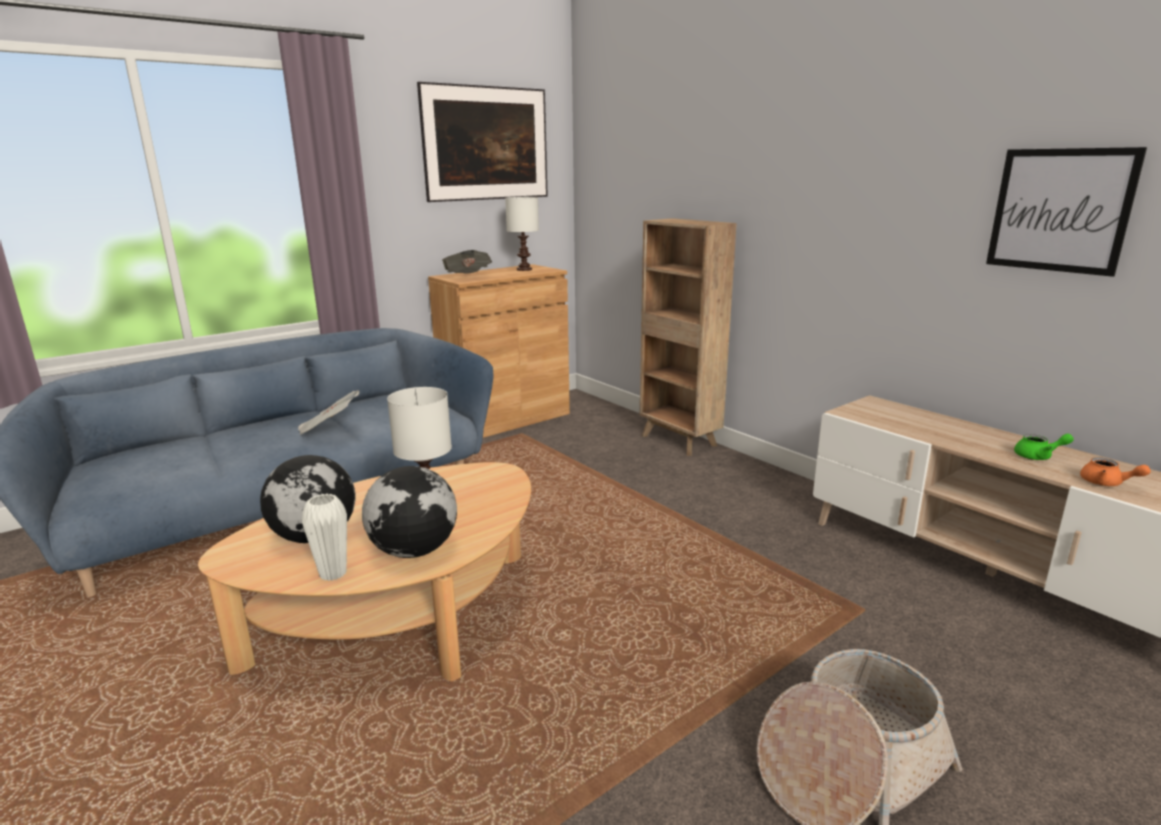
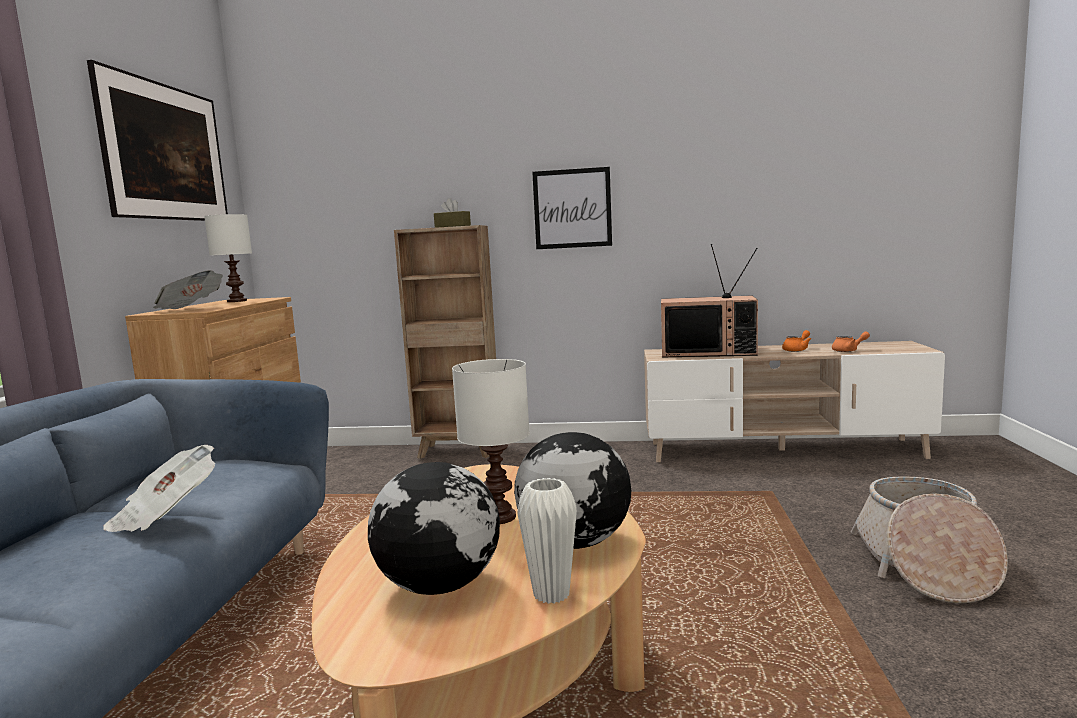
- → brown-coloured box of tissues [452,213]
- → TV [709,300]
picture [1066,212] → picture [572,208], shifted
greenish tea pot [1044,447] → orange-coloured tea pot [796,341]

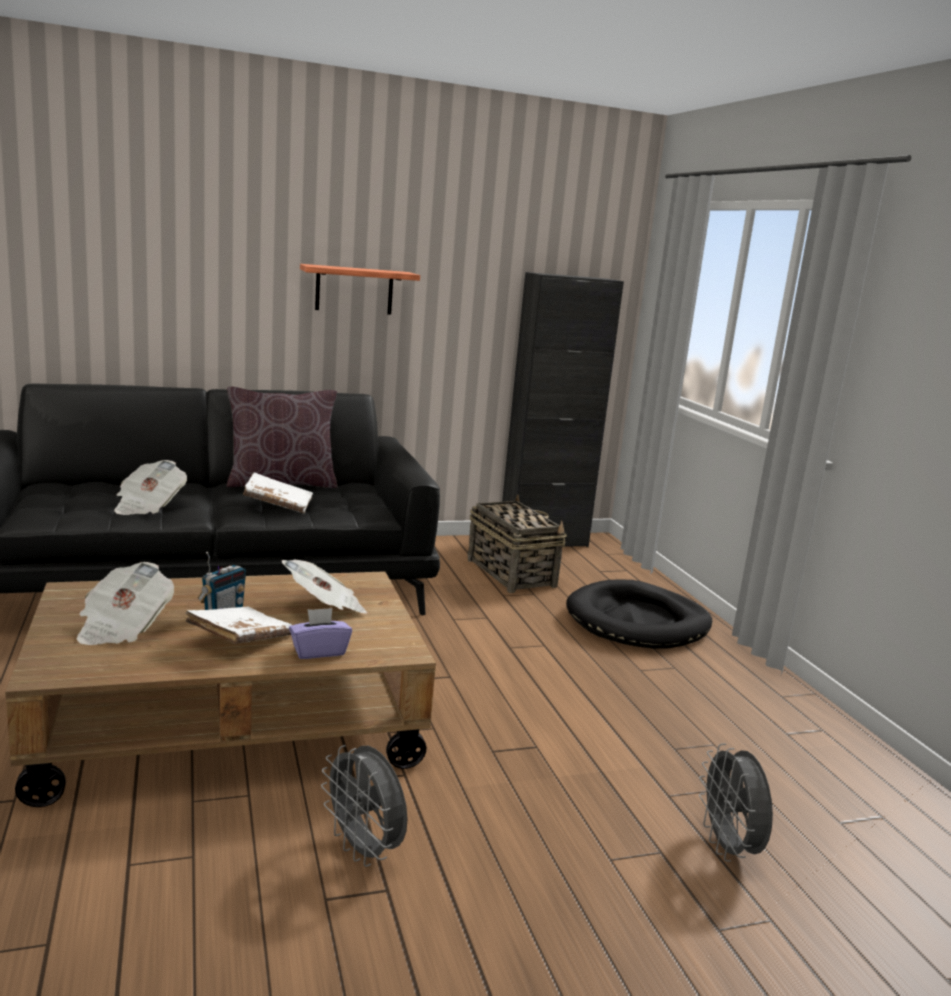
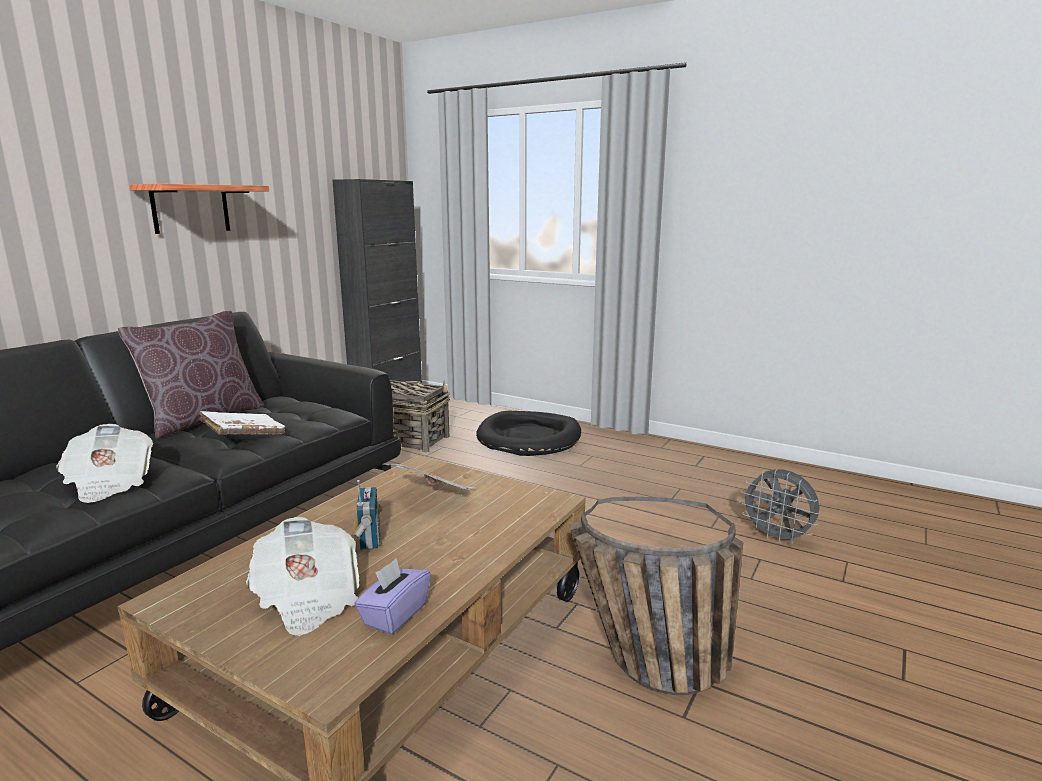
white-coloured bound book [238,625] → -
purple box of tissues [320,633] → purple box of tissues [392,596], shifted
gray cooling fan [364,806] → storage basket [656,596]

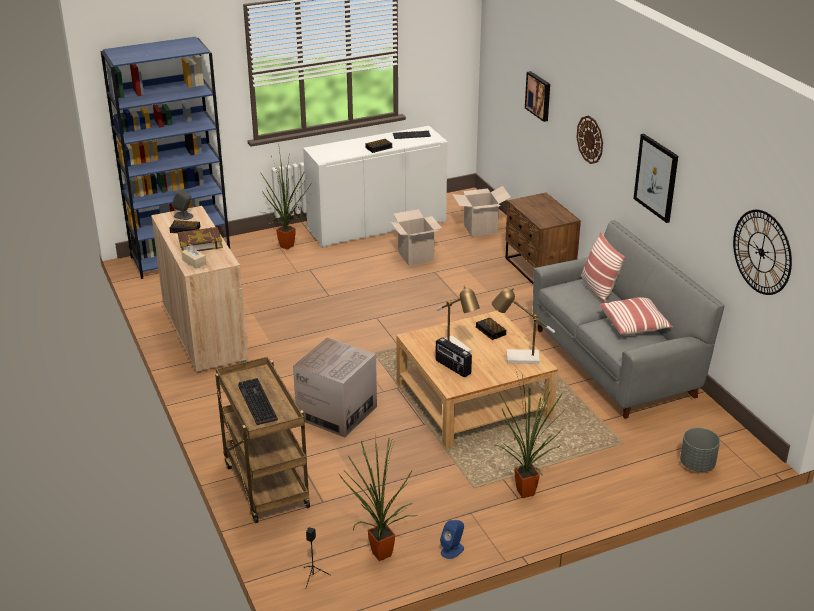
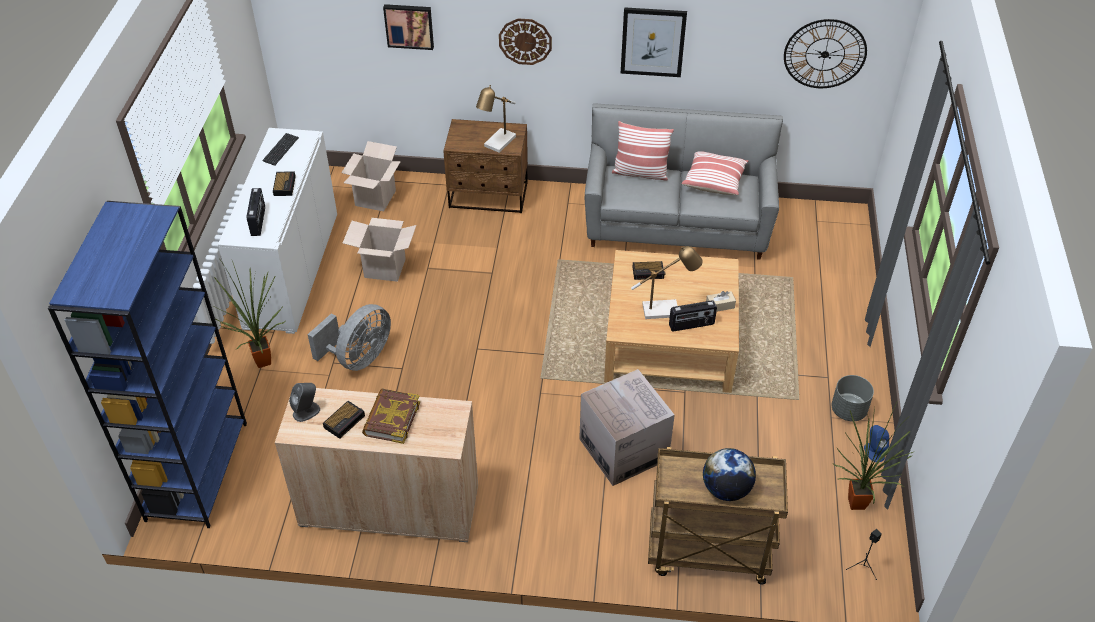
houseplant [528,435] → -
- → radio [255,212]
- → gray cooling fan [349,337]
sand-coloured box of tissues [194,257] → sand-coloured box of tissues [721,301], shifted
lamp for a table [523,326] → lamp for a table [496,119], shifted
gray plant pot [700,450] → gray plant pot [852,398], shifted
keyboard [258,401] → desk globe [729,474]

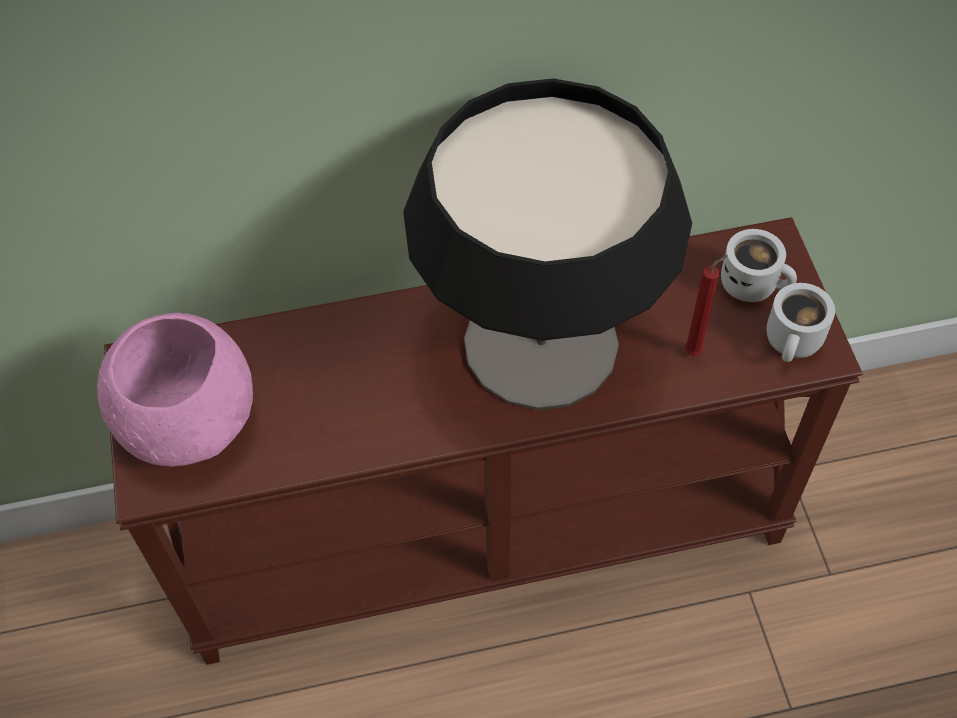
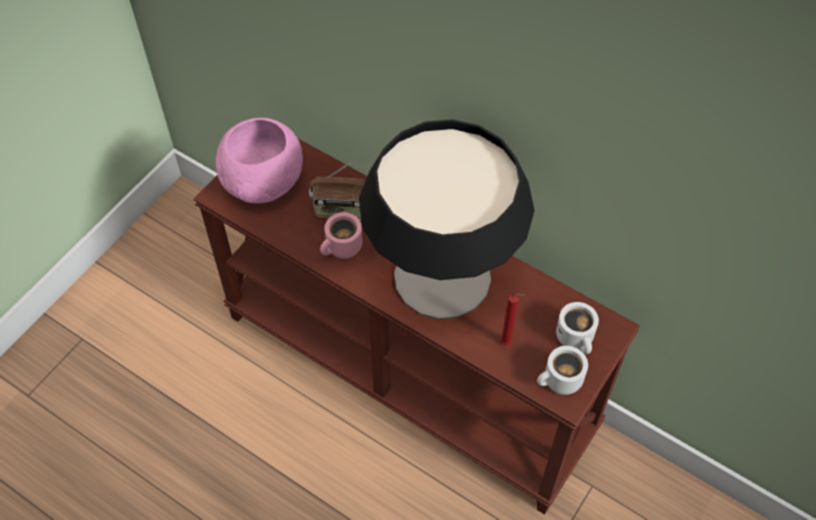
- → radio [337,191]
- → pink-coloured tea mug [341,235]

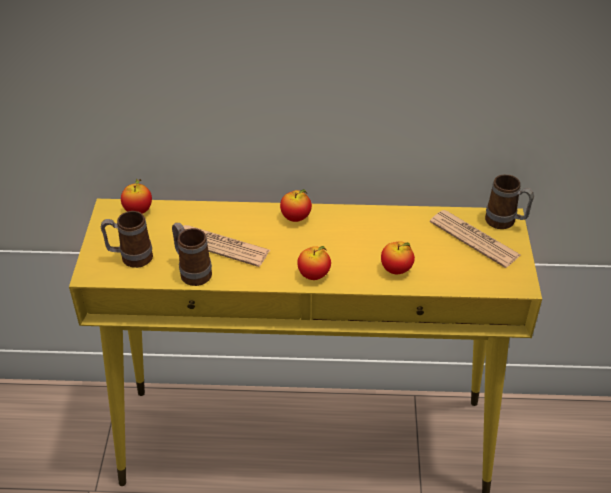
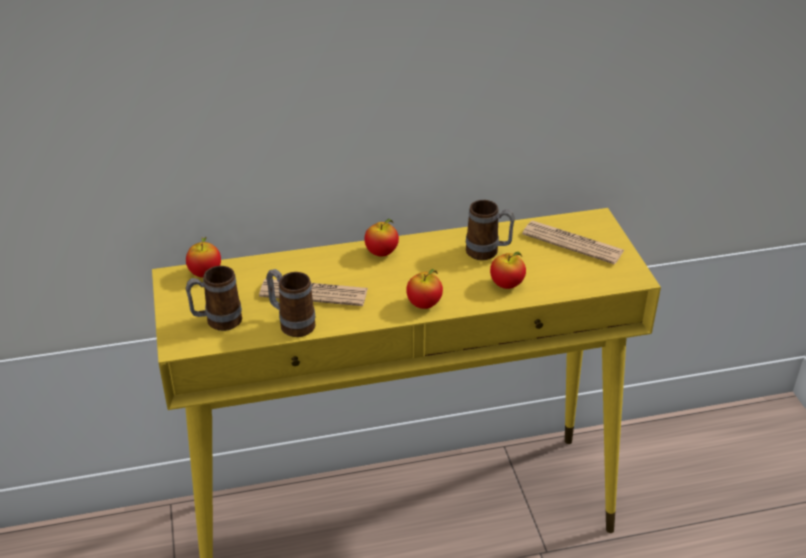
tea mug [509,201] → tea mug [490,230], shifted

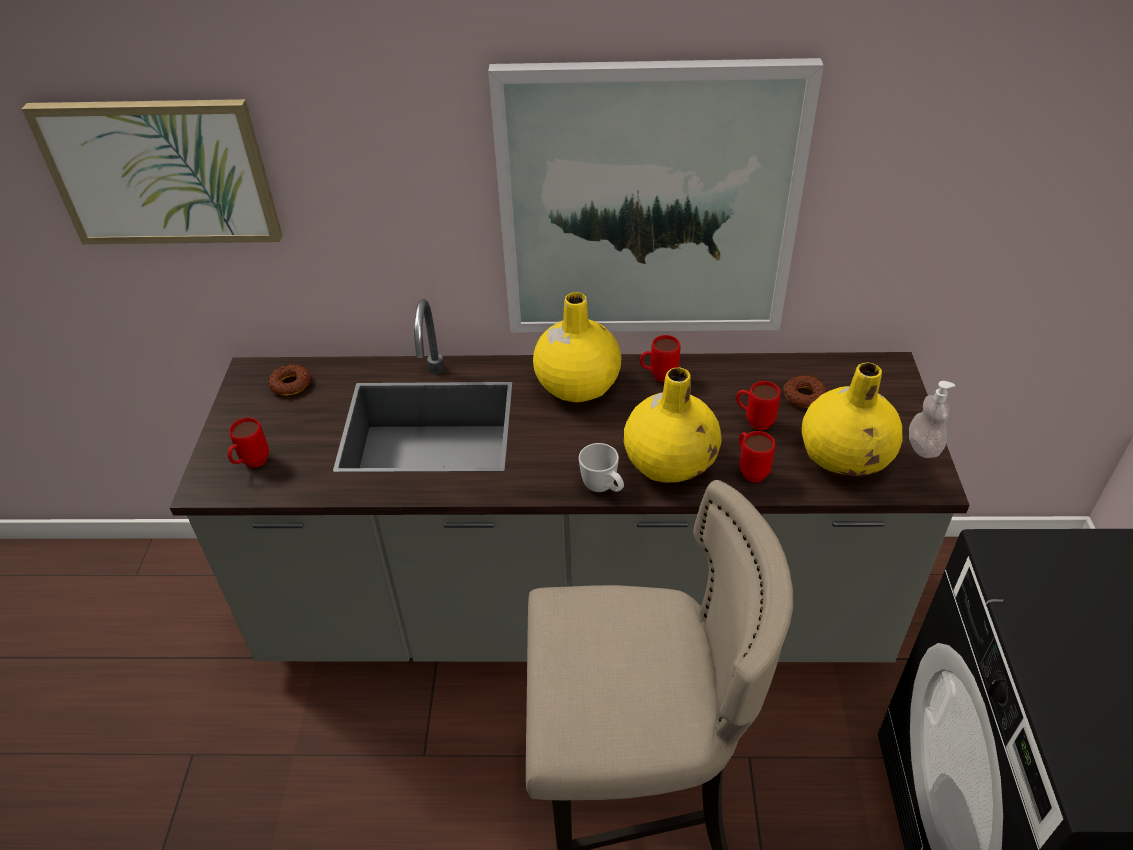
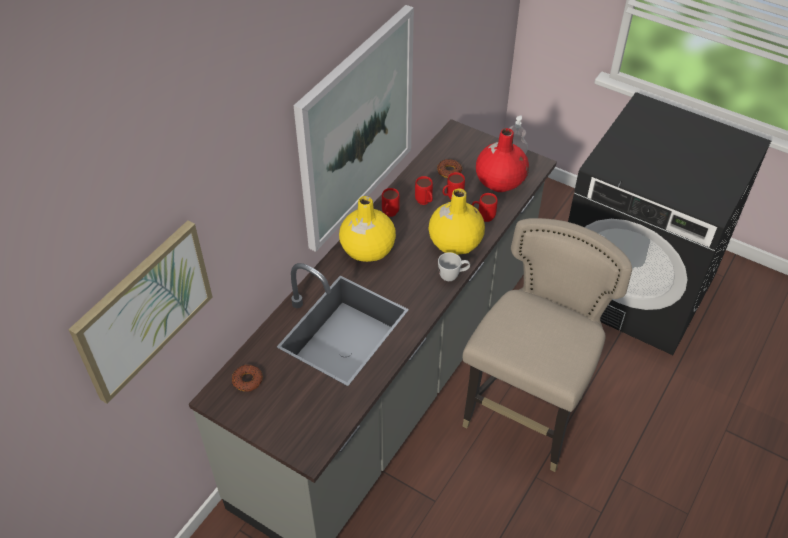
red tea mug [248,443] → red tea mug [424,190], shifted
yellow decorative vase [852,419] → red decorative vase [502,160]

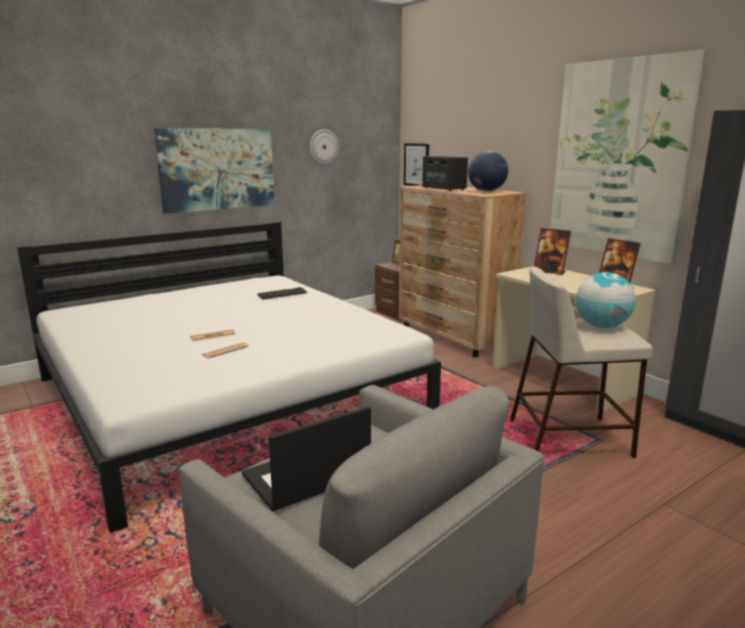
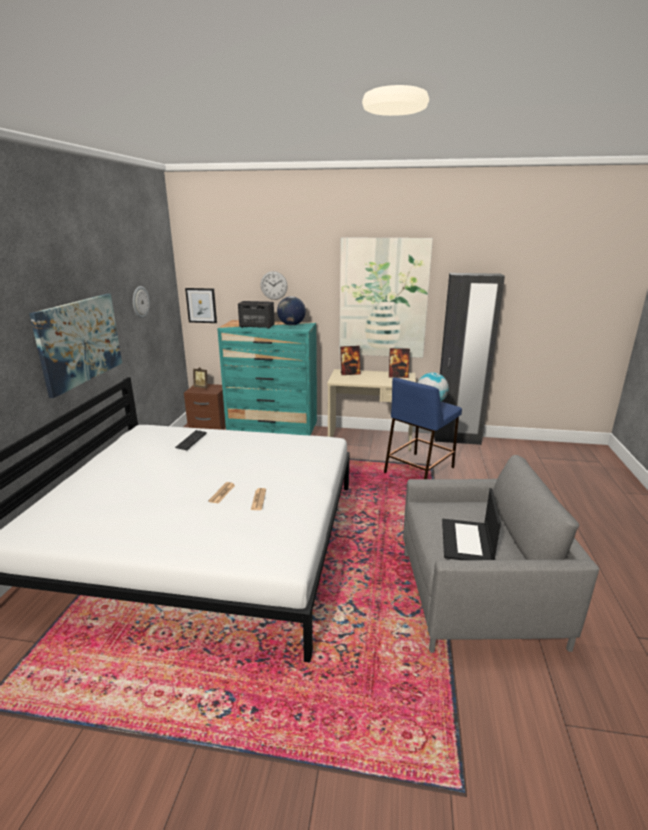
- → wall clock [274,285]
brown-coloured dresser [462,271] → blue-green dresser [267,377]
sand-coloured sitting stool [581,362] → bluish sitting stool [423,428]

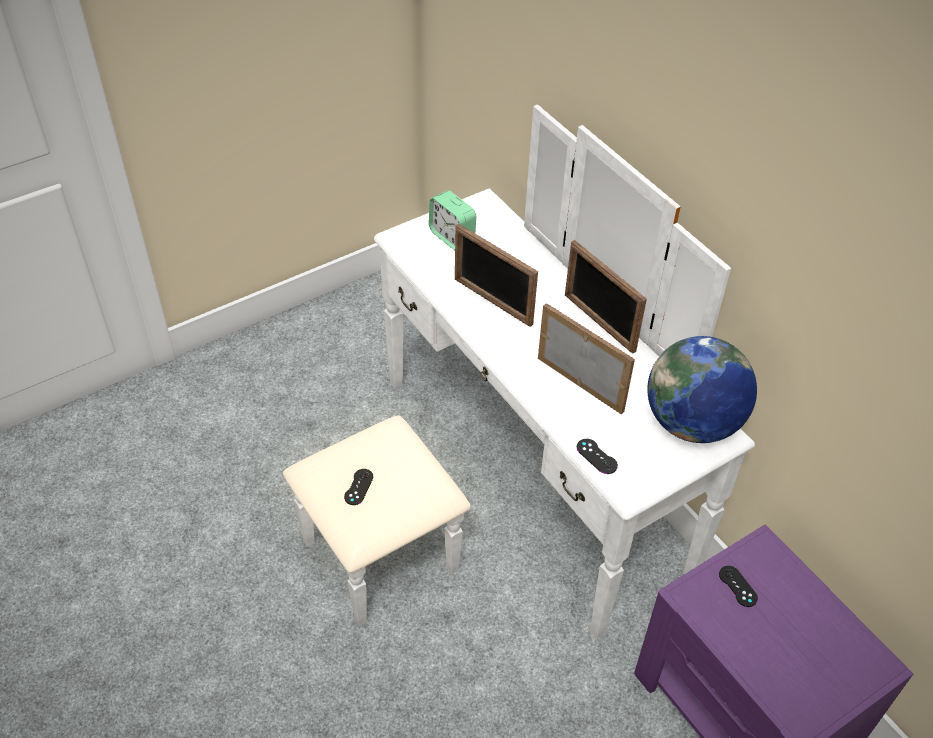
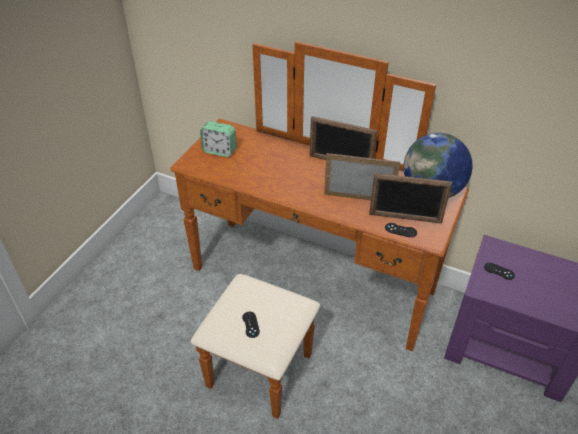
standing frame [496,275] → standing frame [410,198], shifted
white-coloured dresser [519,372] → brown-coloured dresser [319,230]

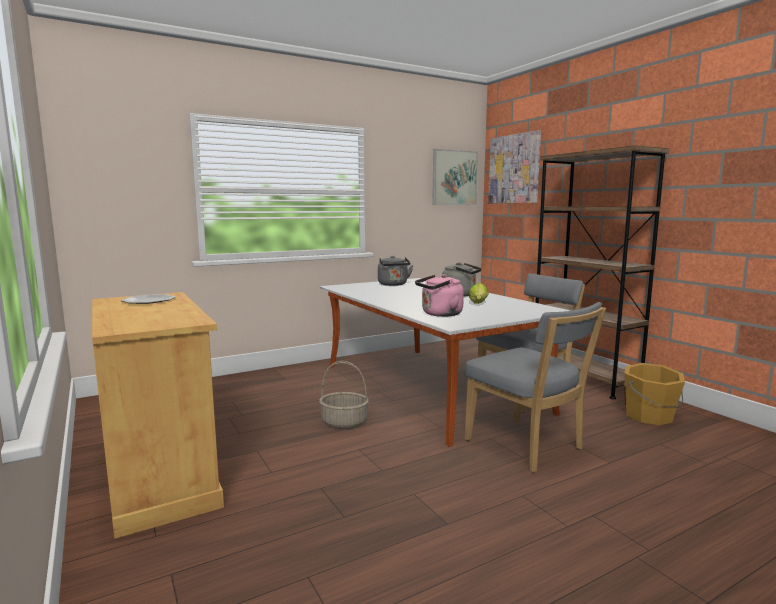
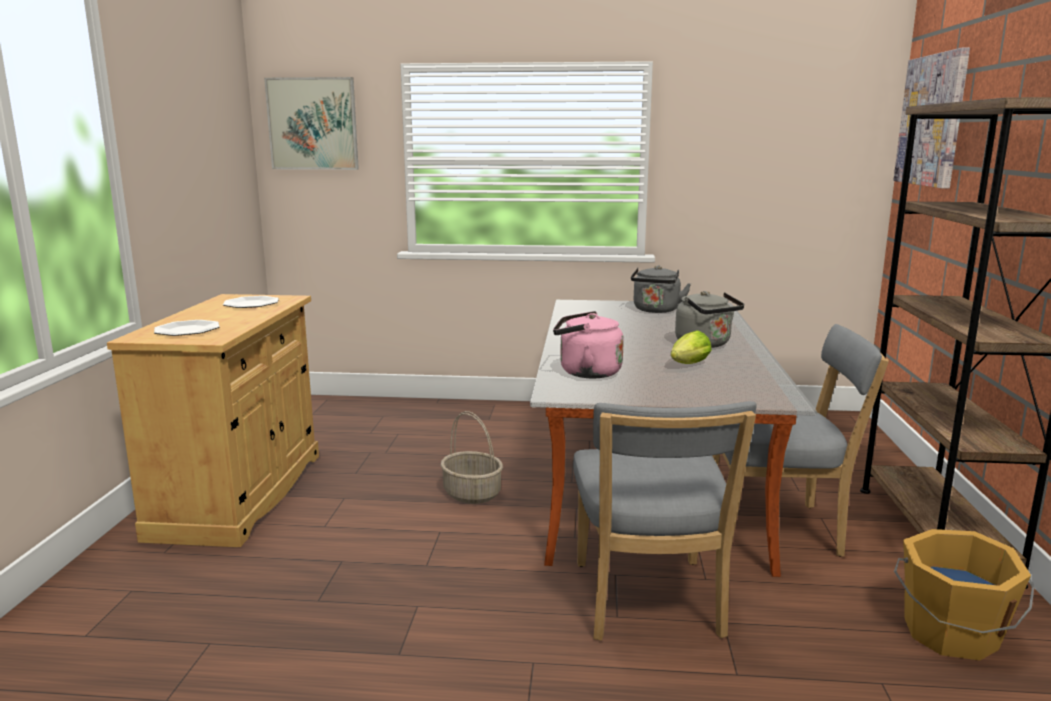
- → plate [187,328]
picture [455,177] → picture [311,123], shifted

